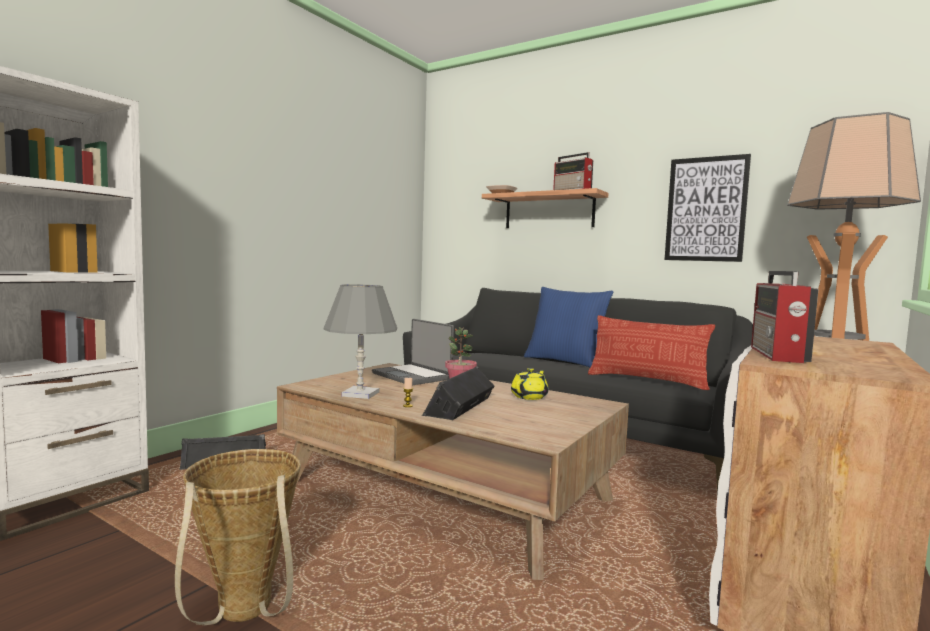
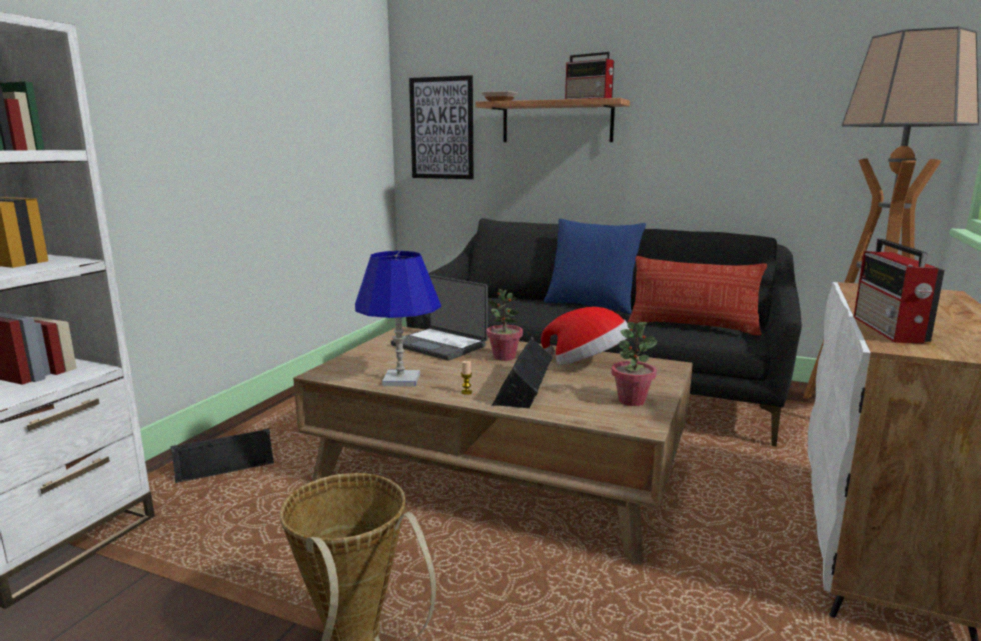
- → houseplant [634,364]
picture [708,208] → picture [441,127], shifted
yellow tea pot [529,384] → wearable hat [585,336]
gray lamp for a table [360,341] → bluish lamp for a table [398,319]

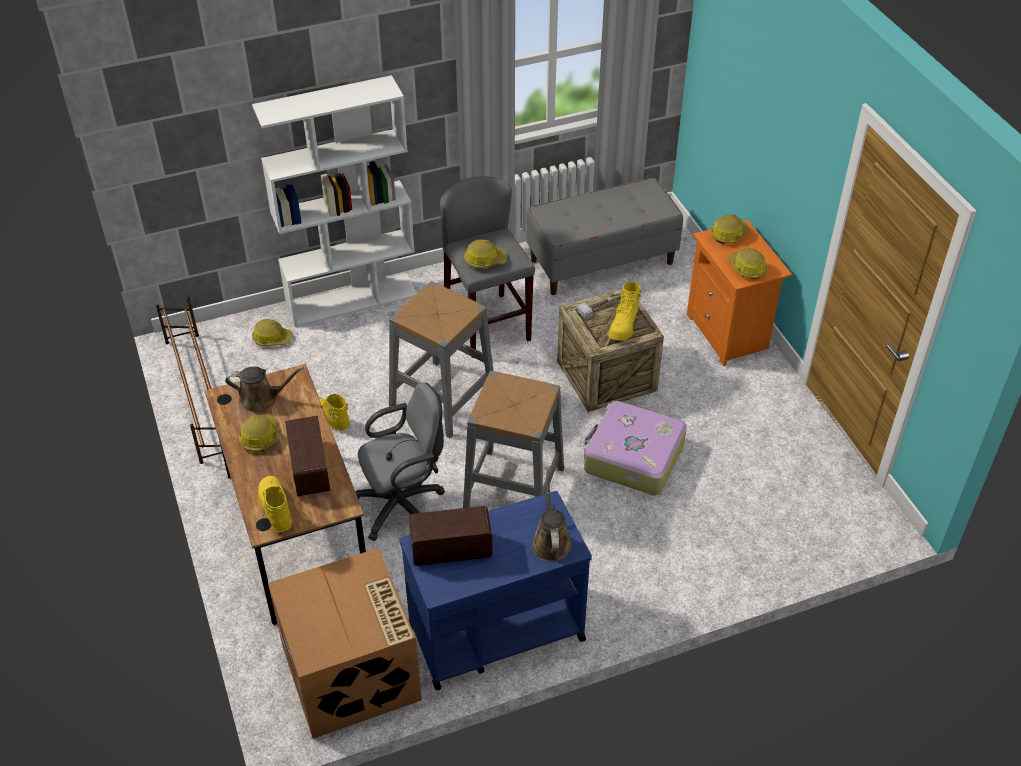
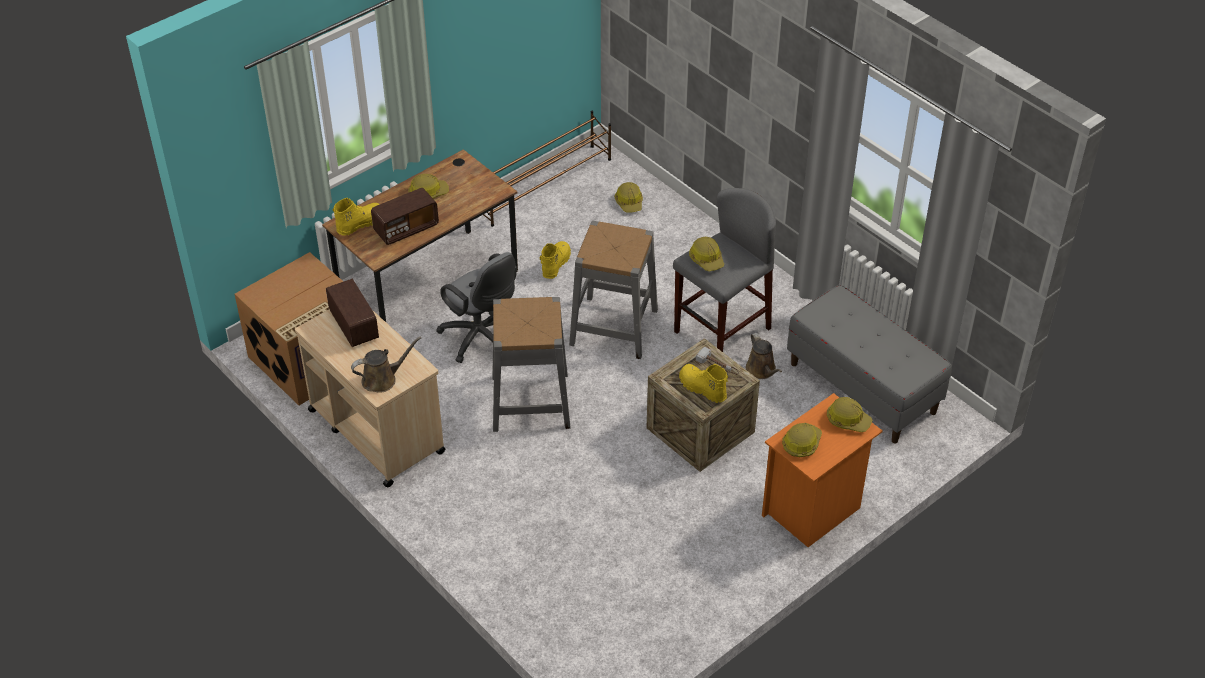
white-coloured shelving unit [334,201] → -
suitcase [635,448] → -
brown-coloured watering can [264,389] → brown-coloured watering can [764,356], shifted
bluish cart [496,590] → sand-coloured cart [370,398]
yellow tall boot [625,311] → yellow tall boot [703,383], 45 degrees clockwise

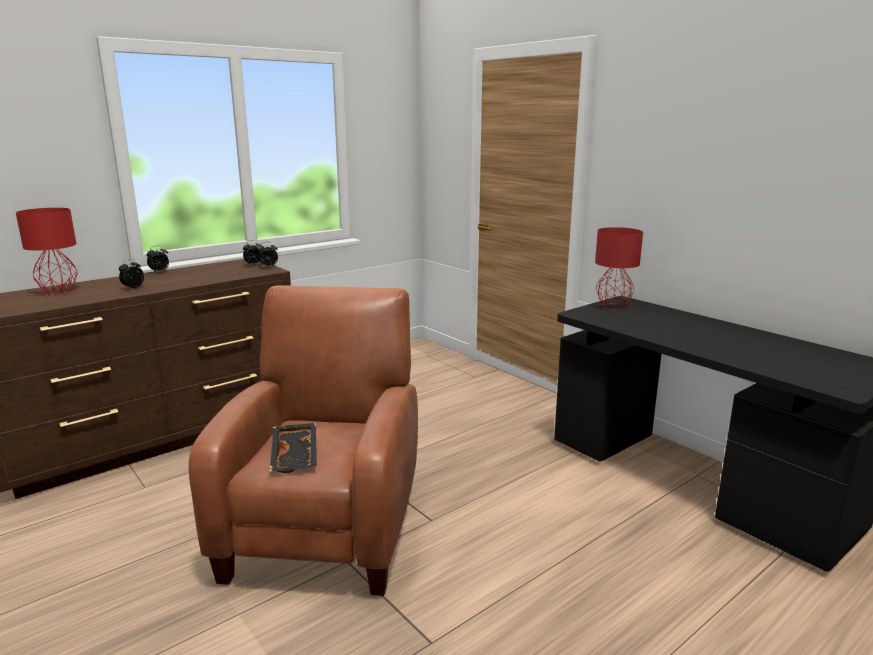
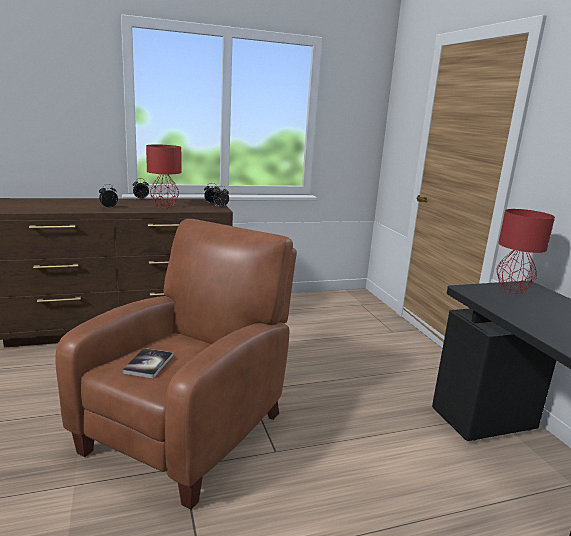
red lamp for a table [47,252] → red lamp for a table [163,176], shifted
black-coloured carrying tray [293,448] → bound book [147,363]

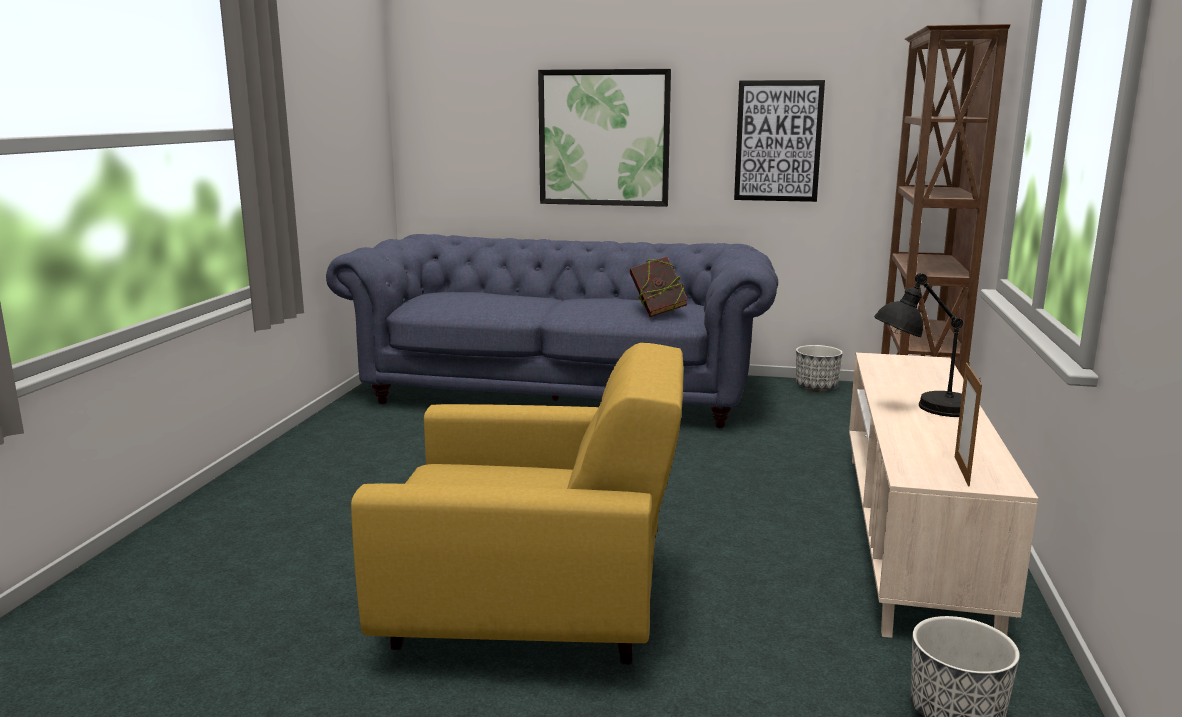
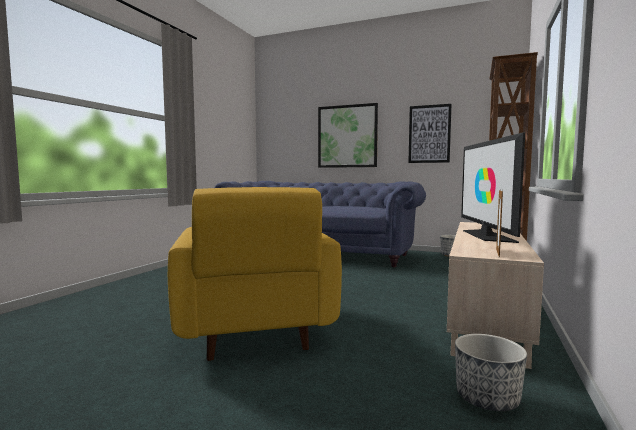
bound book [659,287] → -
black-coloured lamp for a table [918,345] → TV [493,187]
yellow easy chair [517,504] → yellow easy chair [255,274], 60 degrees clockwise

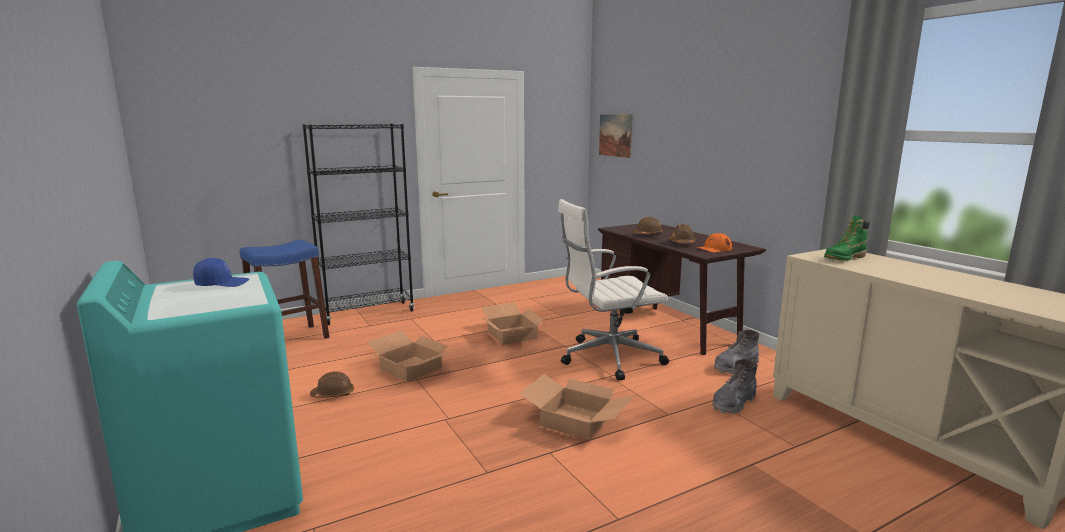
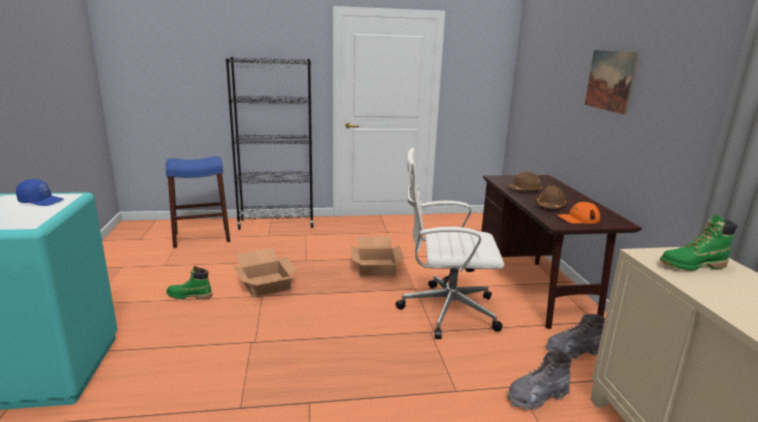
packing box [576,407] → -
picture [616,136] → picture [612,82], shifted
brown-coloured work helmet [332,384] → greenish tall boot [189,283]

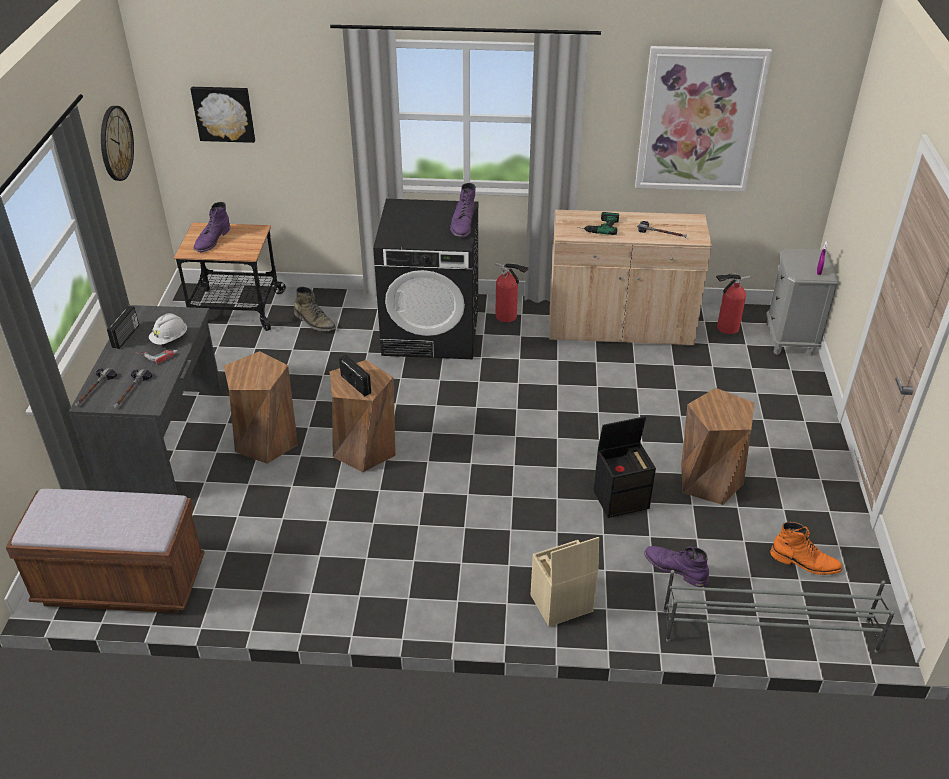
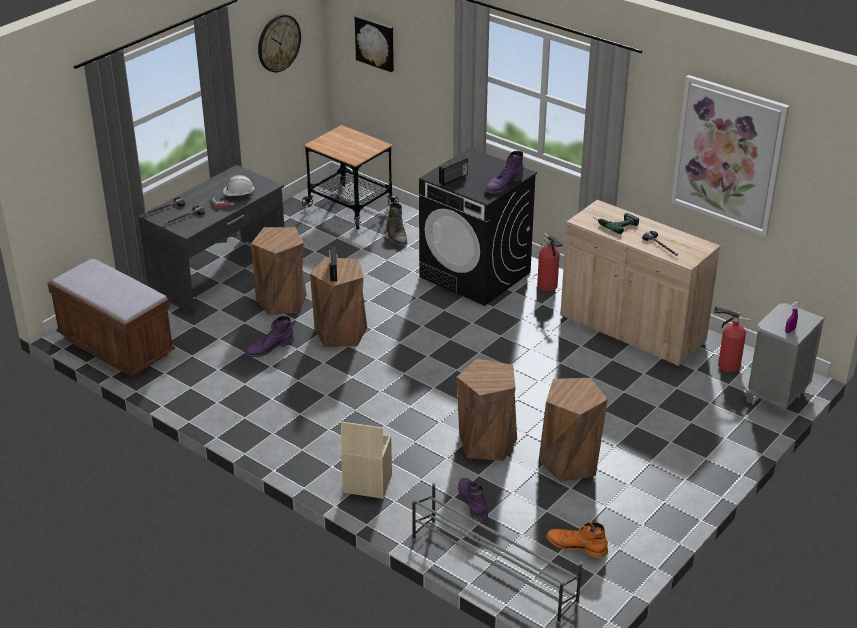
radio [123,327] → radio [453,170], shifted
purple tall boot [211,227] → purple tall boot [269,336], shifted
black-coloured storage container [625,467] → brown-coloured sitting stool [487,409]
orange-coloured tall boot [806,548] → orange-coloured tall boot [577,540], 150 degrees clockwise

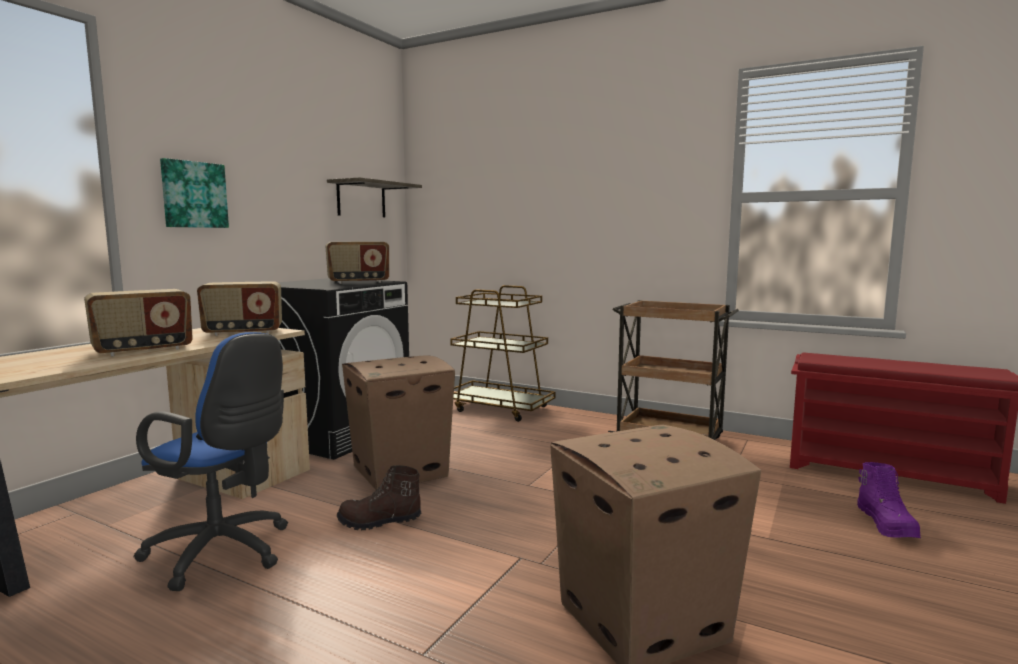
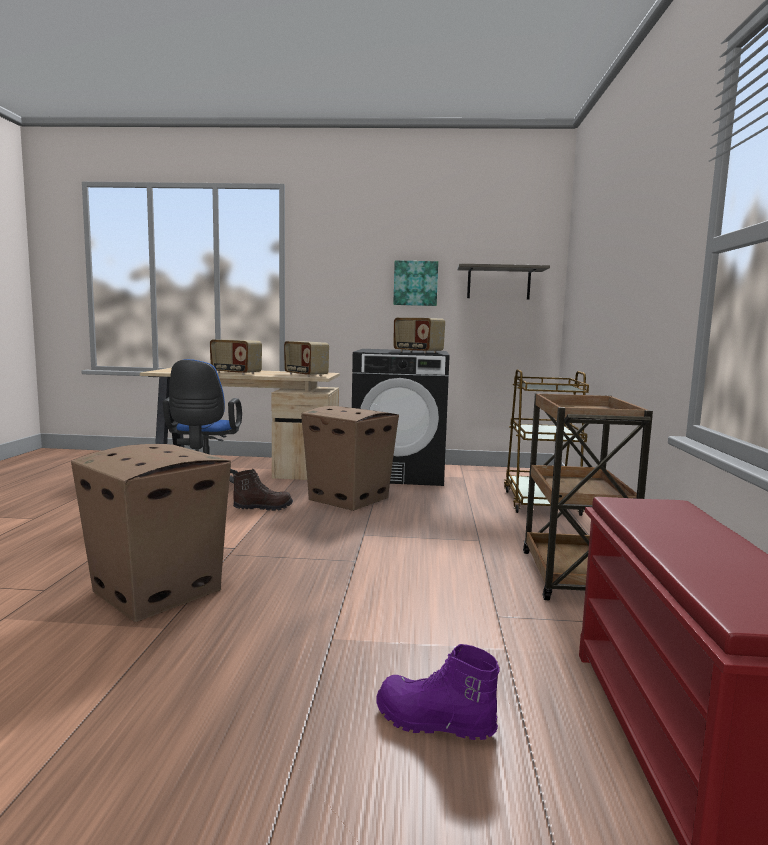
picture [194,193] → picture [415,283], shifted
brown-coloured tall boot [379,497] → brown-coloured tall boot [263,490], 105 degrees clockwise
purple tall boot [889,500] → purple tall boot [438,692], 45 degrees clockwise

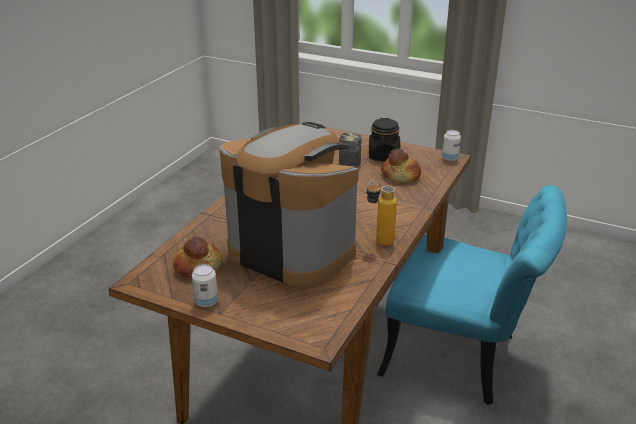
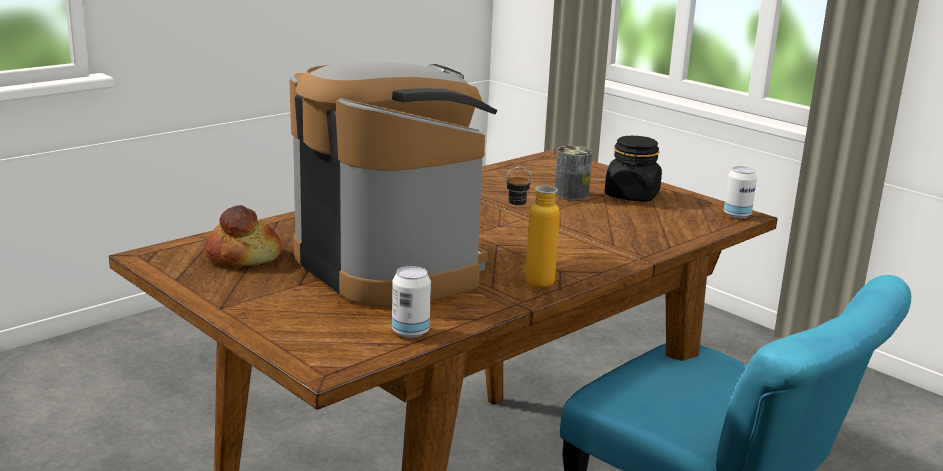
bakery bread [401,166] → -
metal can [205,285] → metal can [411,302], shifted

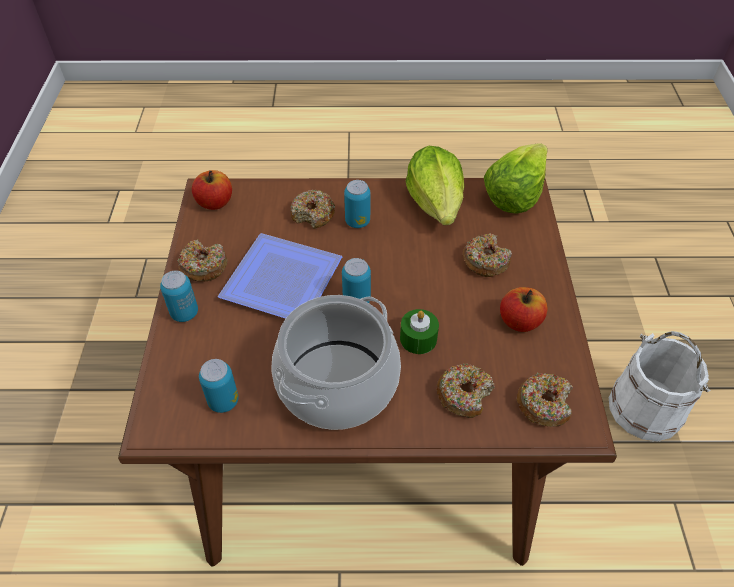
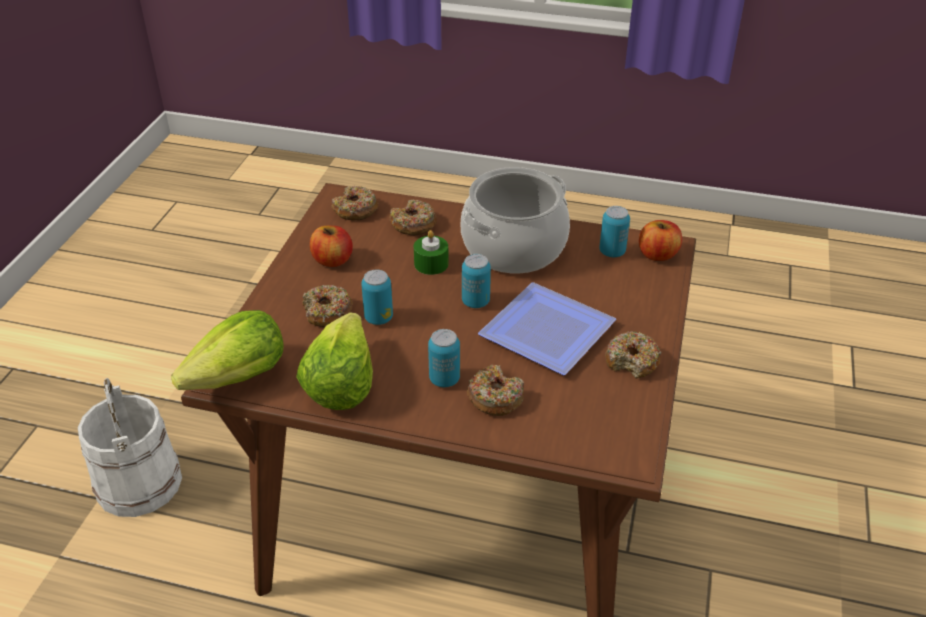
metal can [179,296] → metal can [377,297], shifted
whole apple [212,190] → whole apple [660,240], shifted

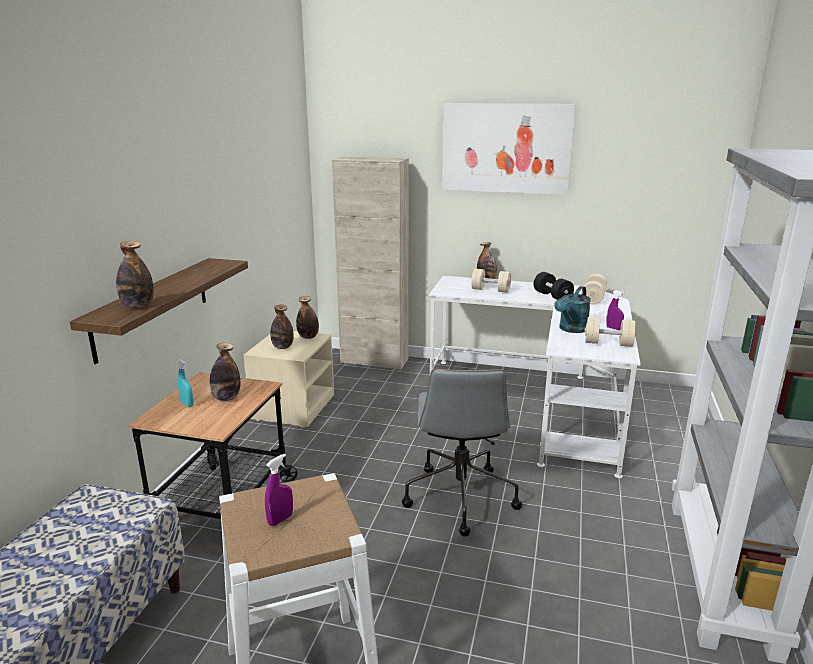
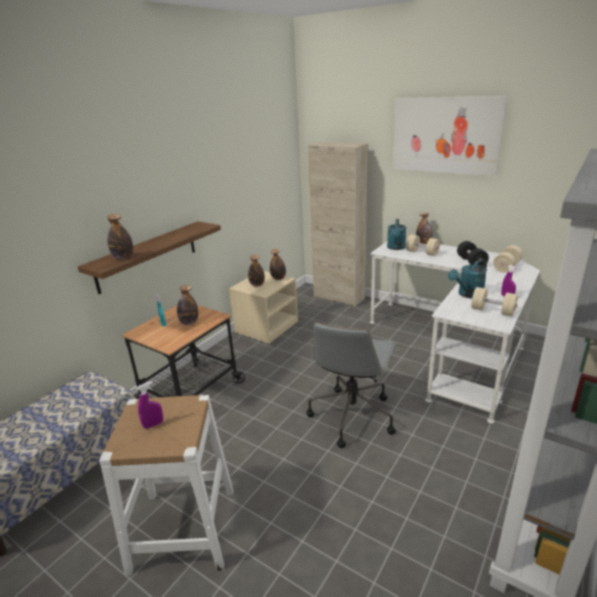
- → blue-green watering can [396,234]

